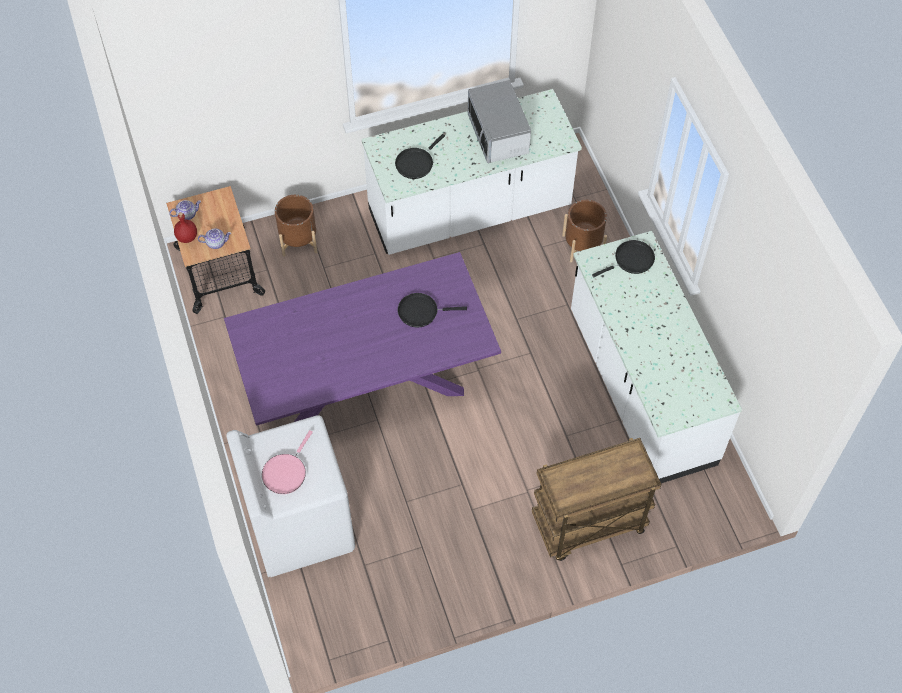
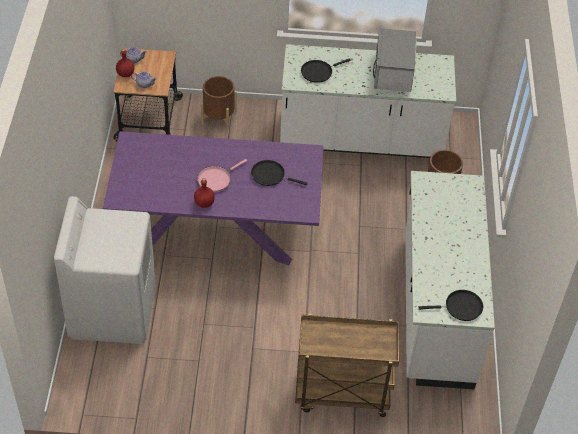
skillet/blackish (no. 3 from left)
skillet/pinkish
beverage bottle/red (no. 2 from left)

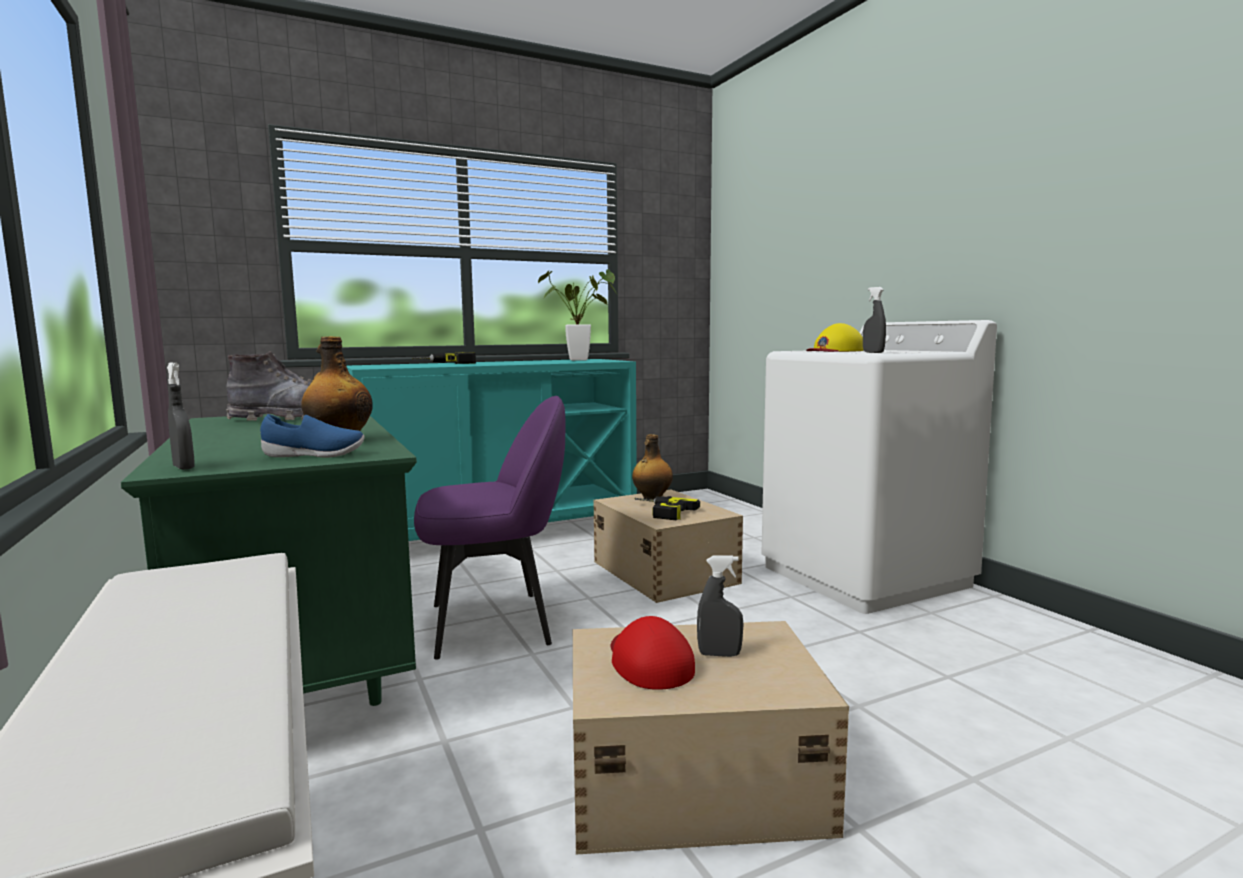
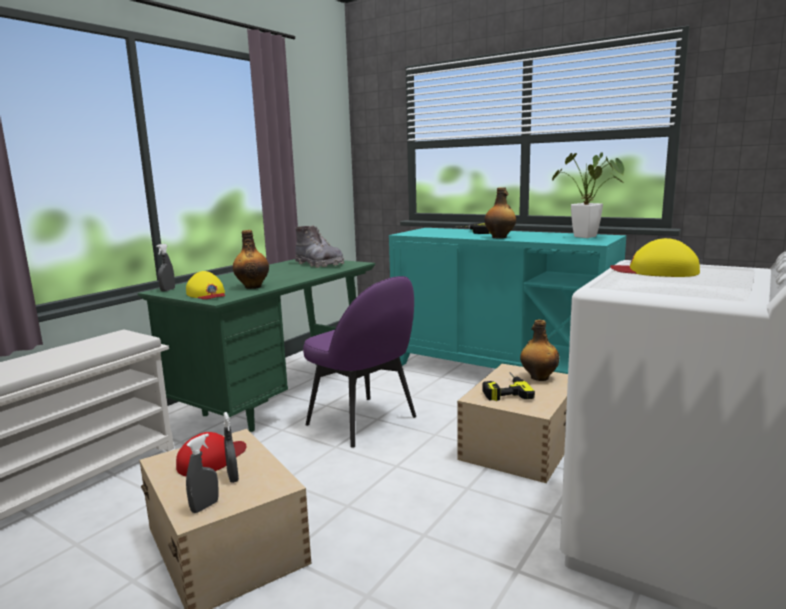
spray bottle/greyish (no. 2 from left)
peaked cap/yellowish (no. 1 from left)
beverage bottle (no. 2 from left)

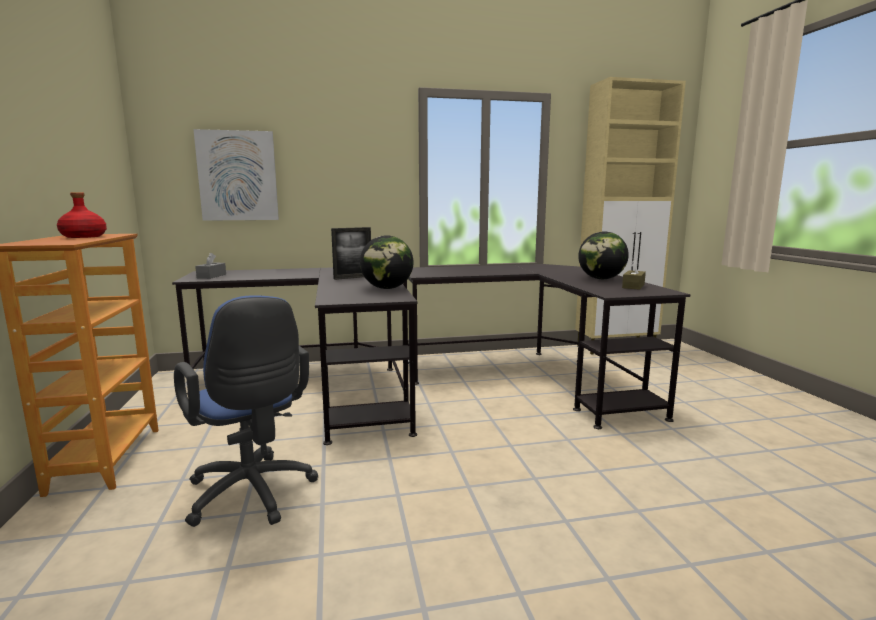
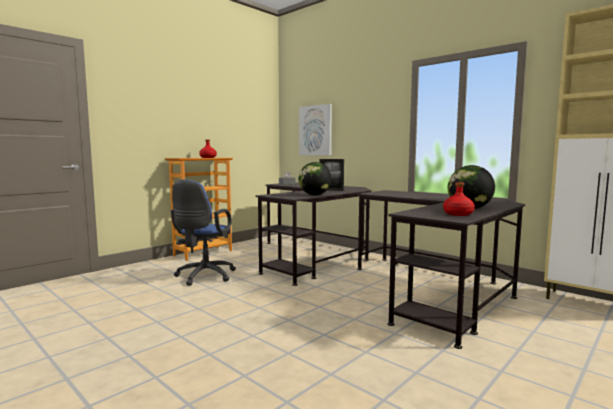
beverage bottle/red (no. 2 from left)

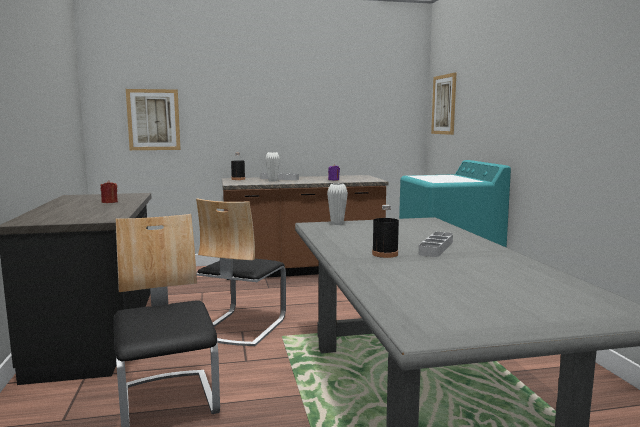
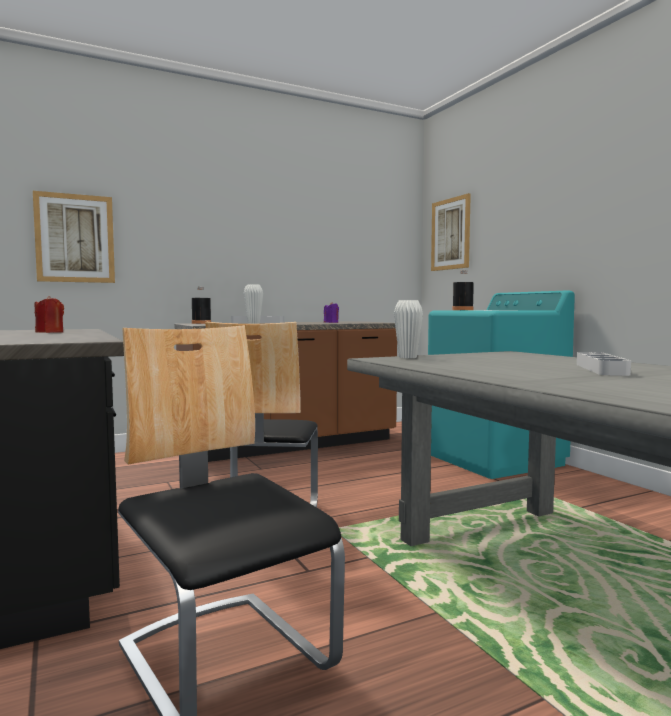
beverage bottle/blackish (no. 2 from left)

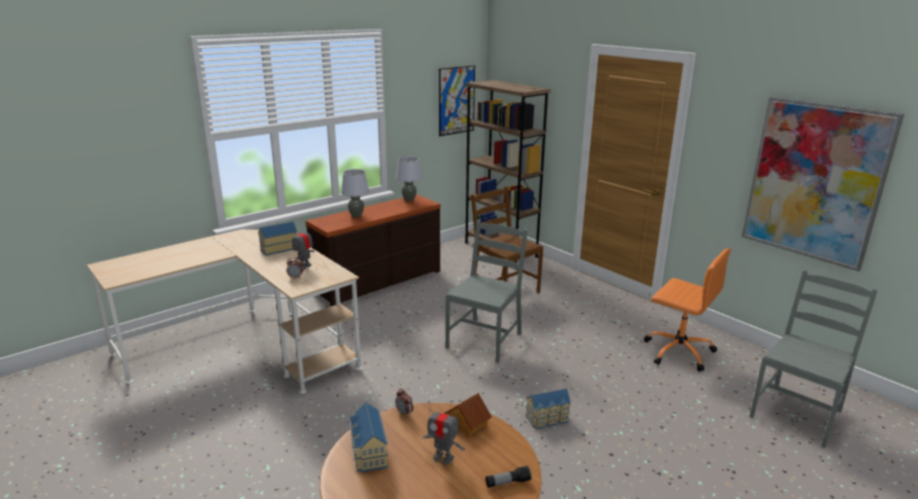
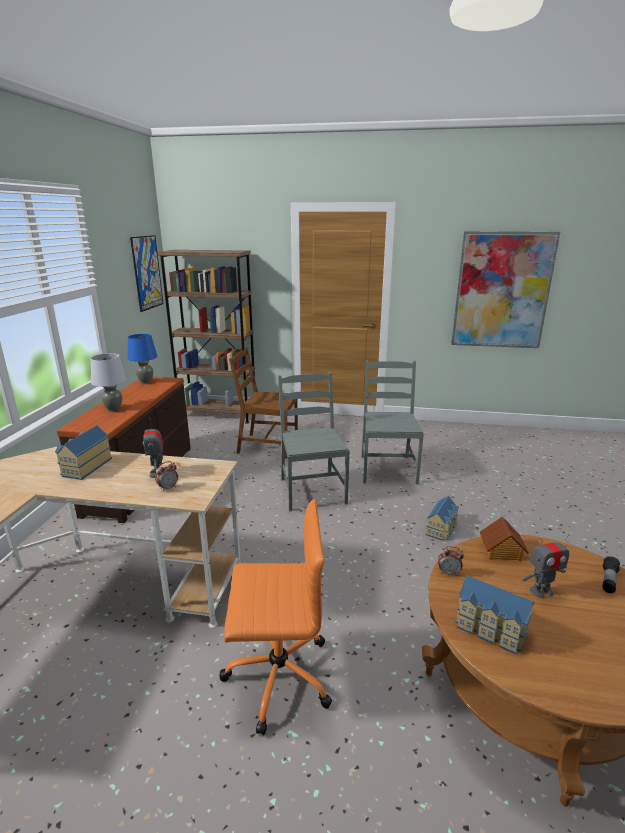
lamp for a table/blue-coloured
desk chair/orange
chair/greyish (no. 2 from left)

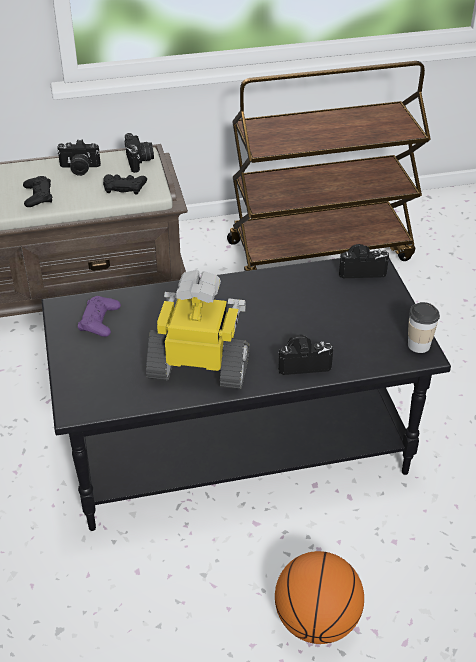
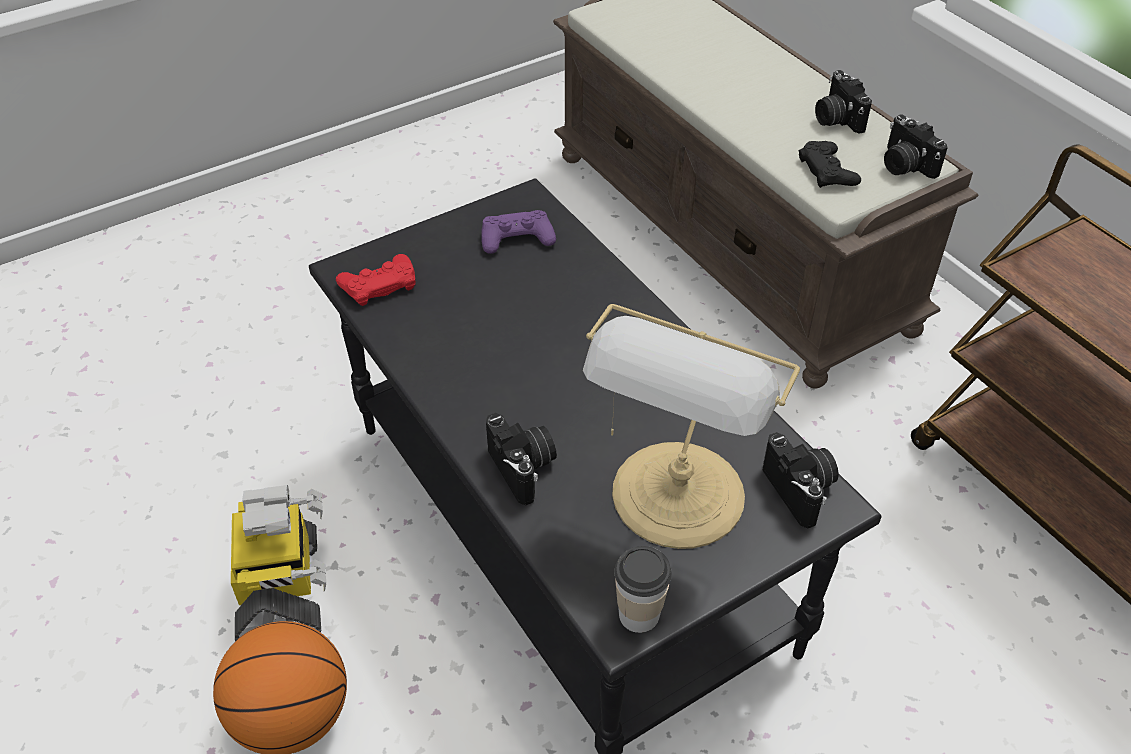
photo camera (no. 4 from left)
joypad/blackish (no. 1 from left in the first image)
robot figure
joypad/red
lamp for a table

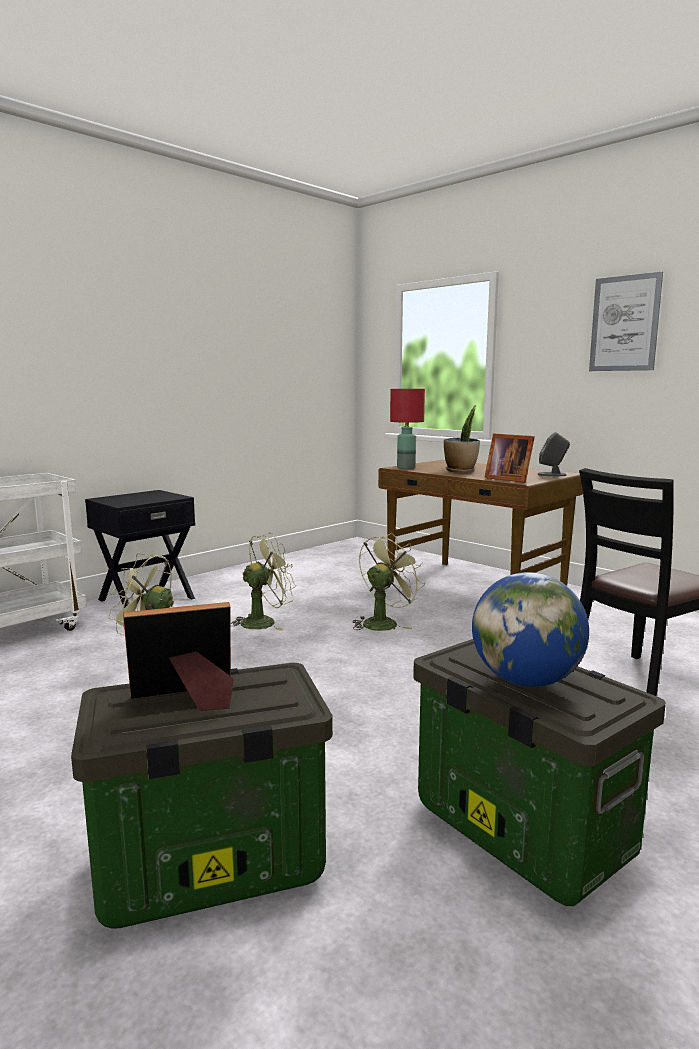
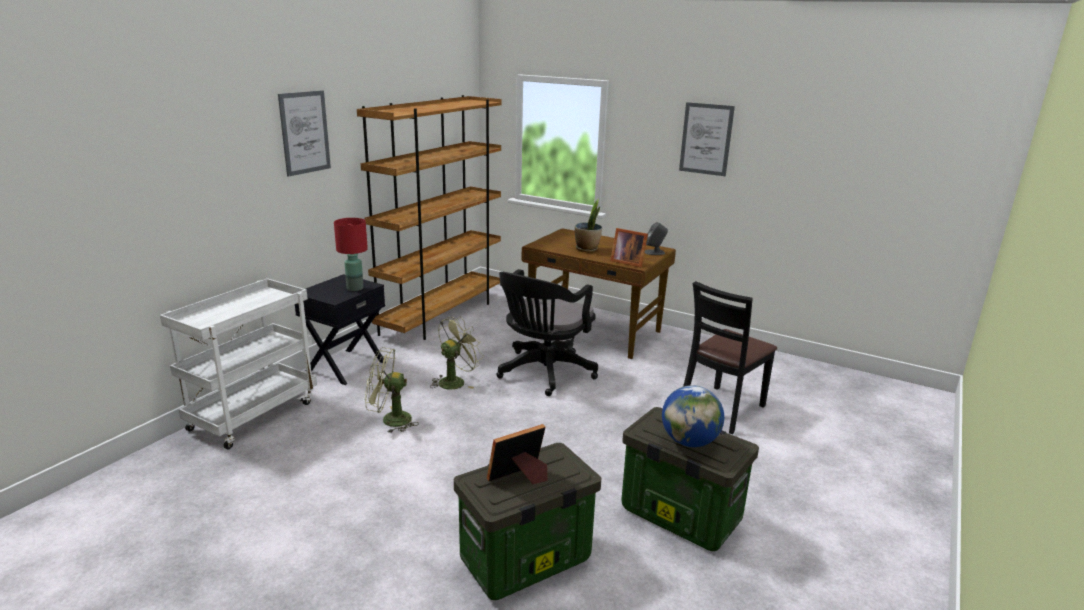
lamp for a table/red
desk chair/blackish
picture (no. 1 from left)
shelving unit/brownish

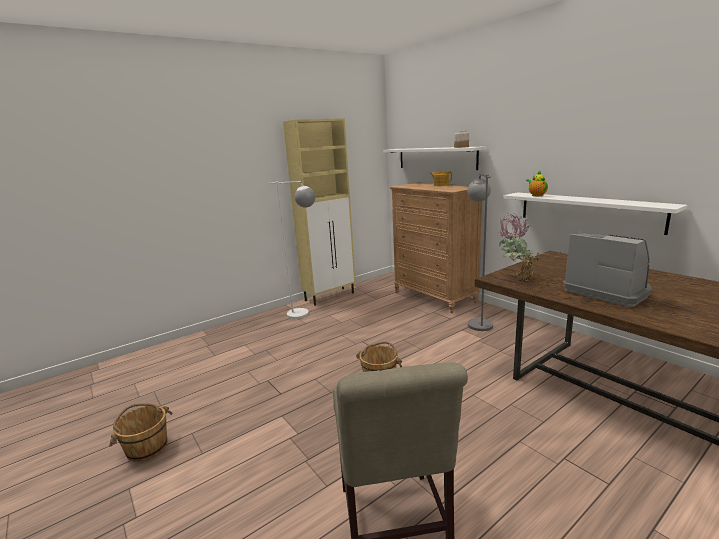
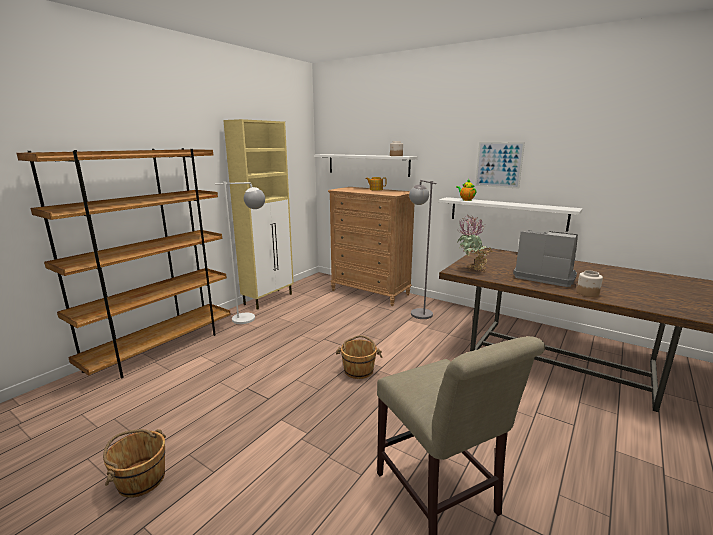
picture
shelving unit/brownish
storage jar (no. 2 from left)

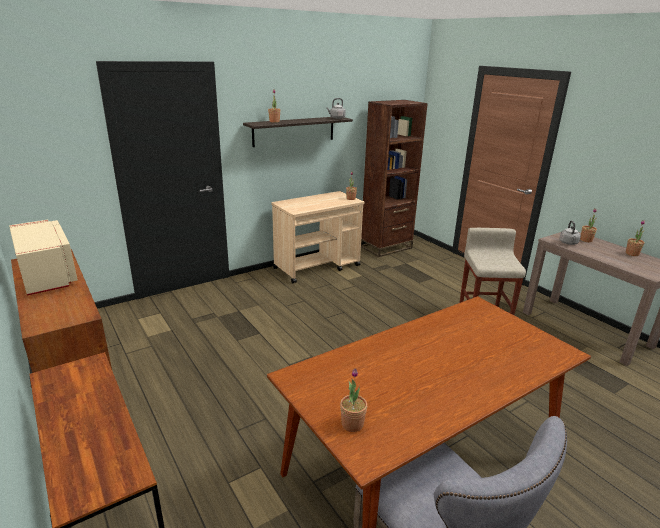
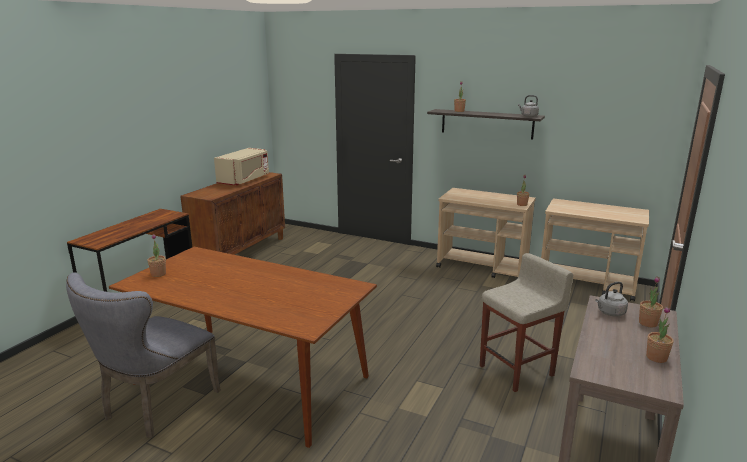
wheeled cart/beige (no. 2 from left)

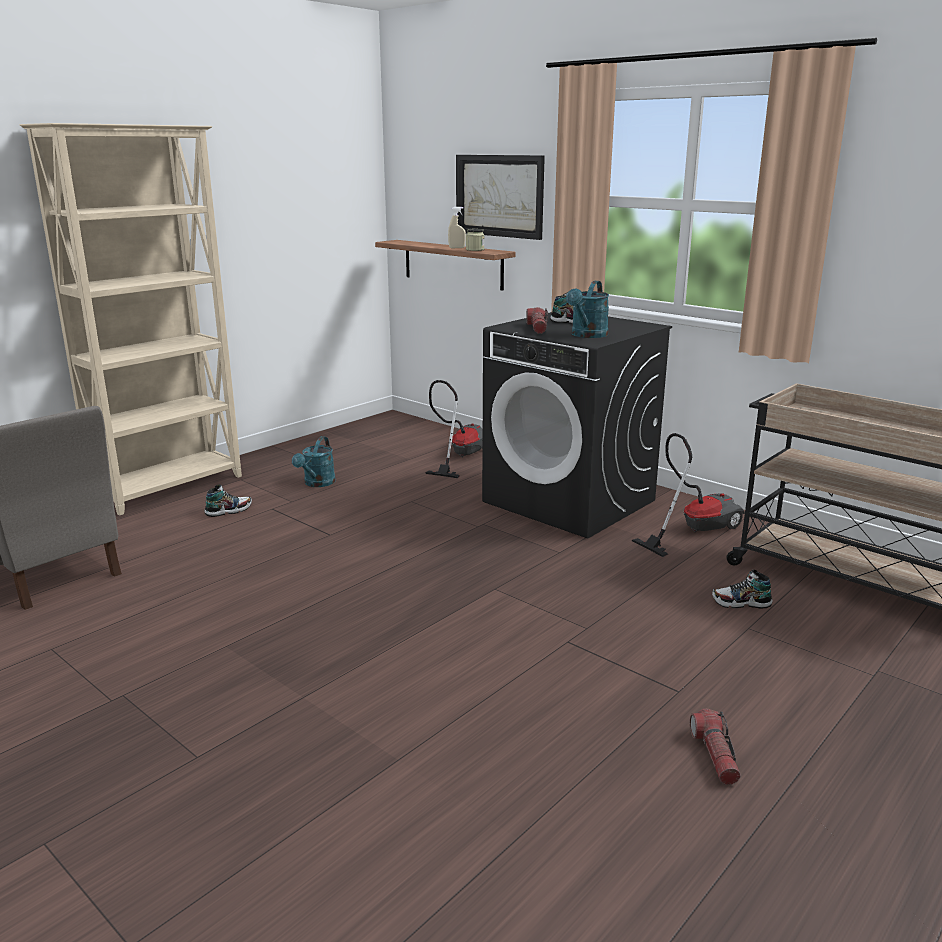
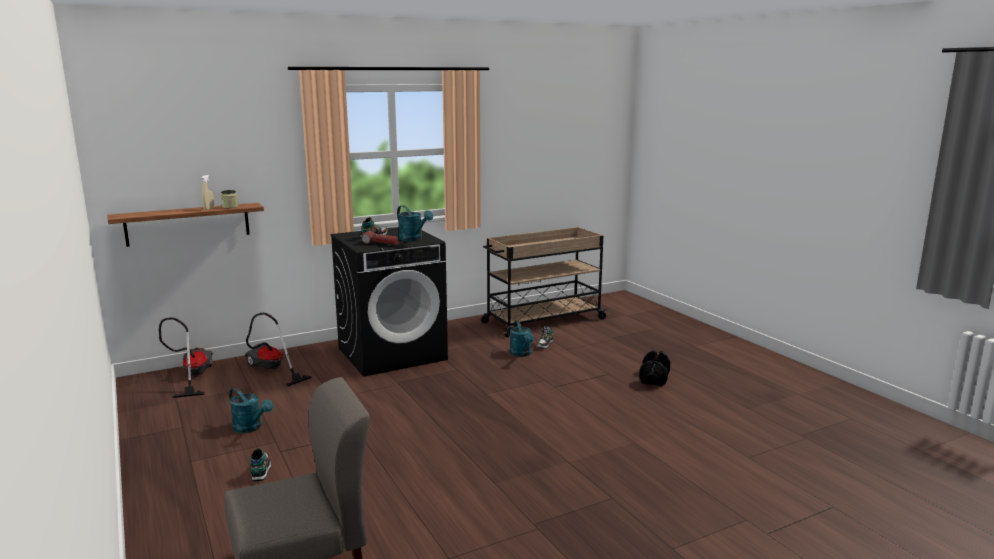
shelving unit/beige
picture
vacuum (no. 1 from left)
dumbbell/blackish
watering pot/blue-green (no. 3 from left)

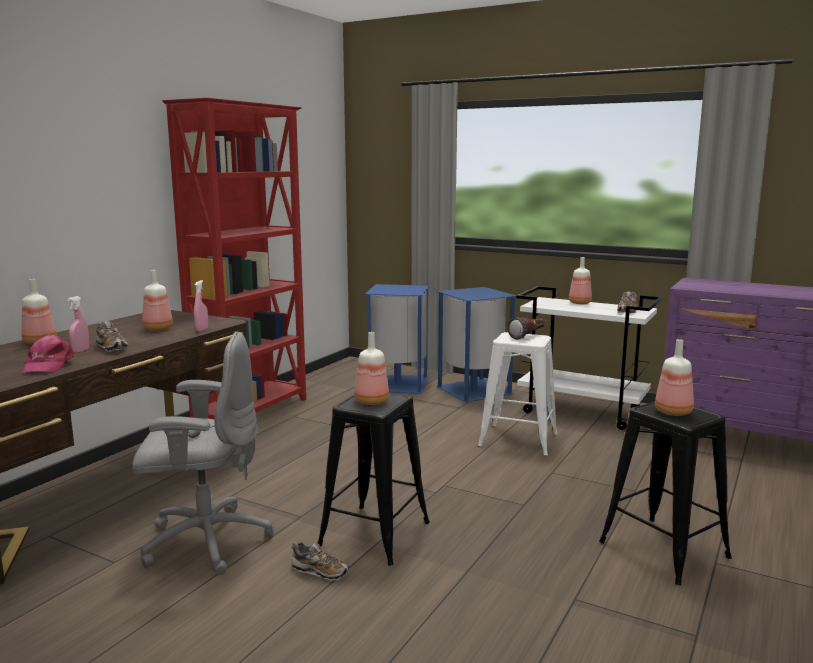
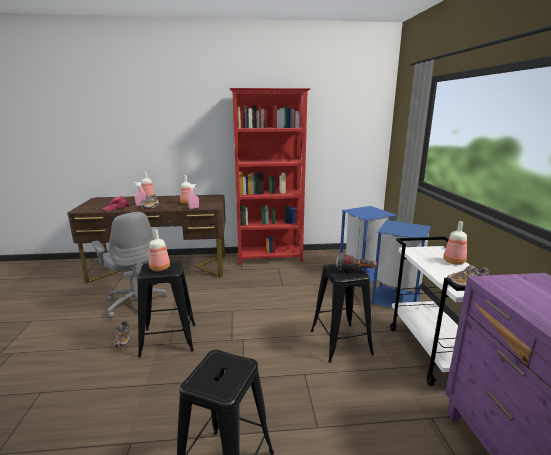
stool/blackish (no. 3 from left)
beverage bottle (no. 5 from left in the first image)

